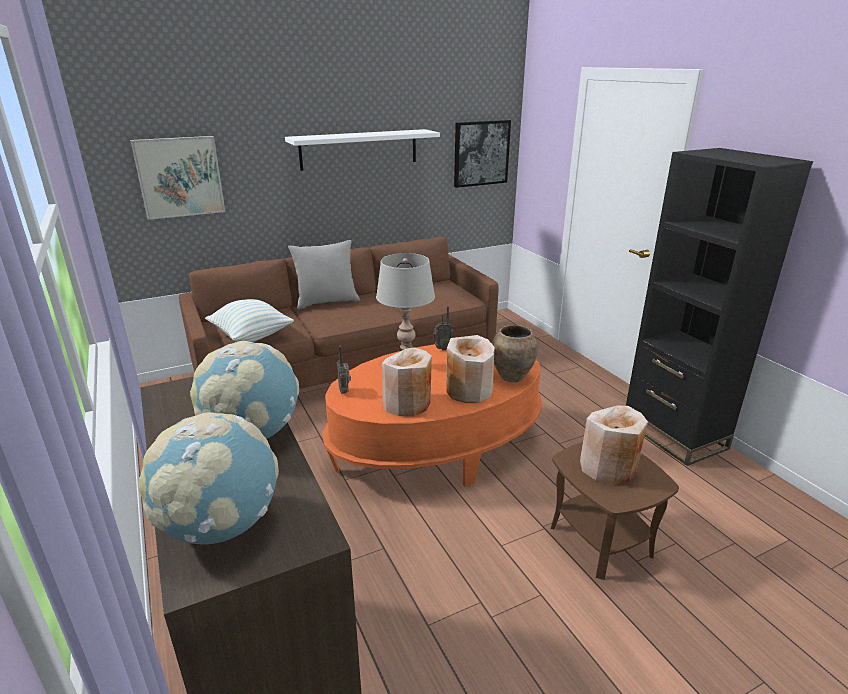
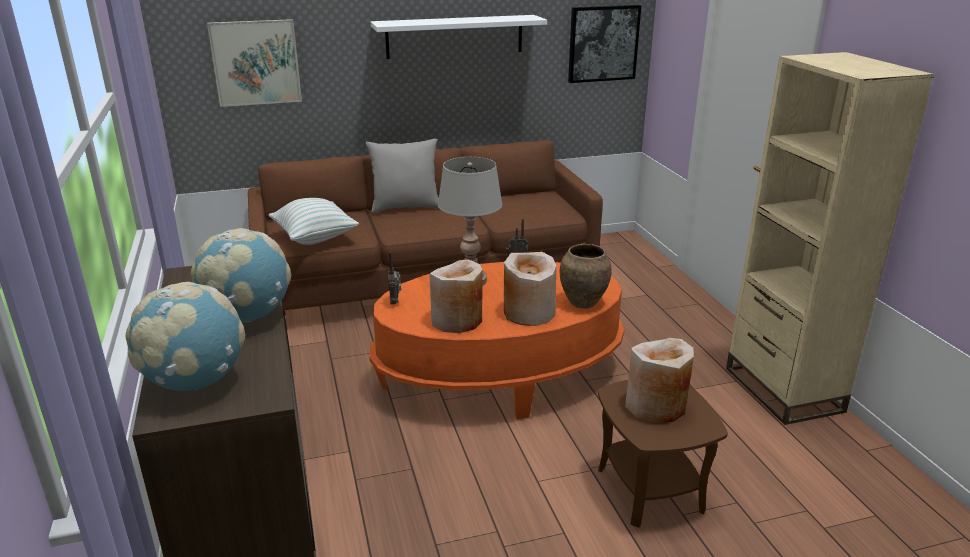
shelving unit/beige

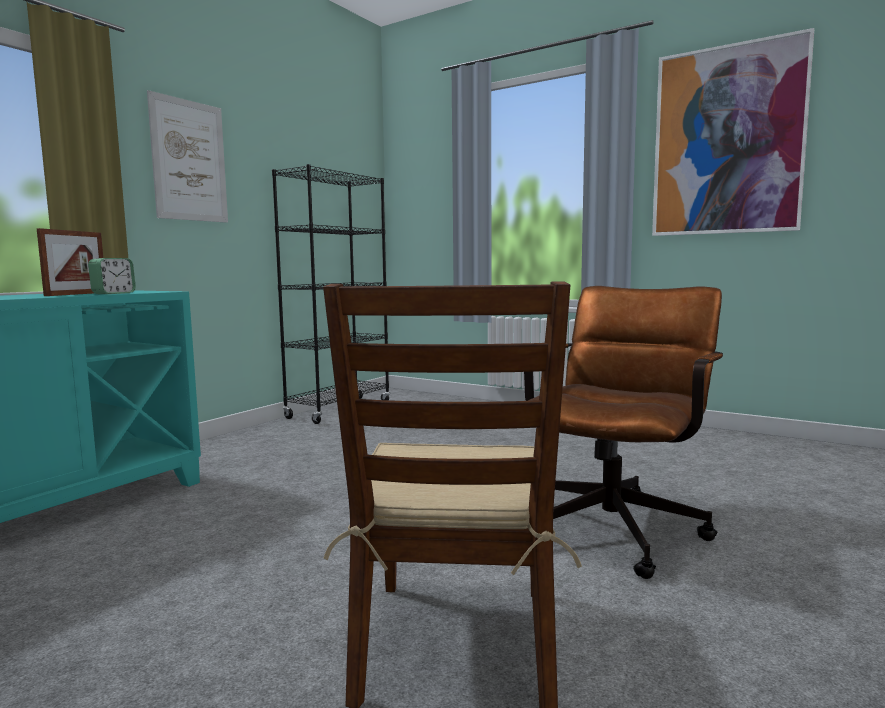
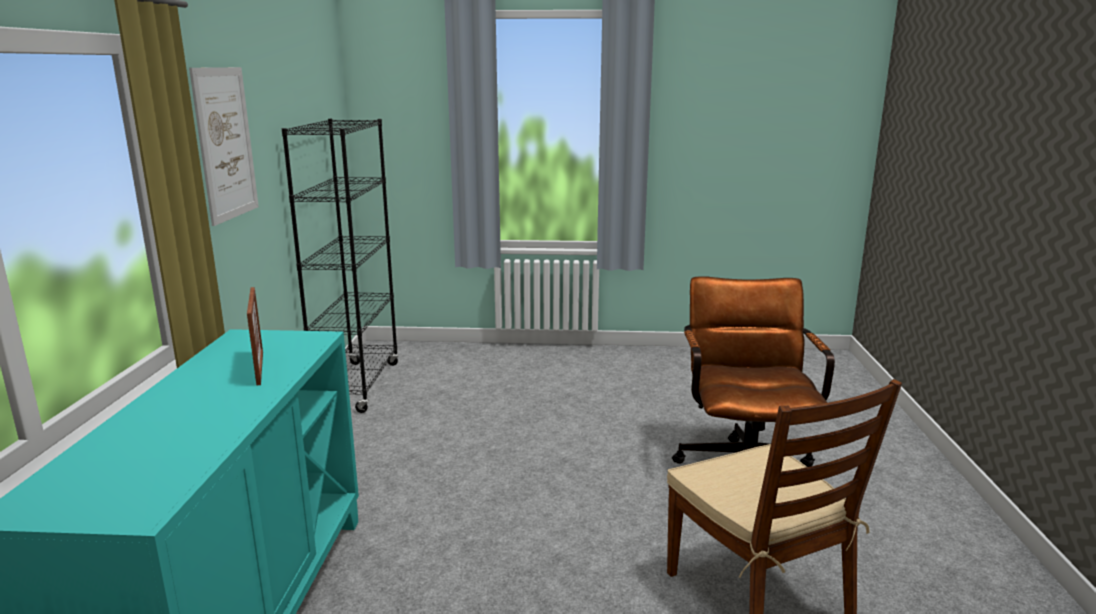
picture (no. 2 from left in the first image)
alarm clock

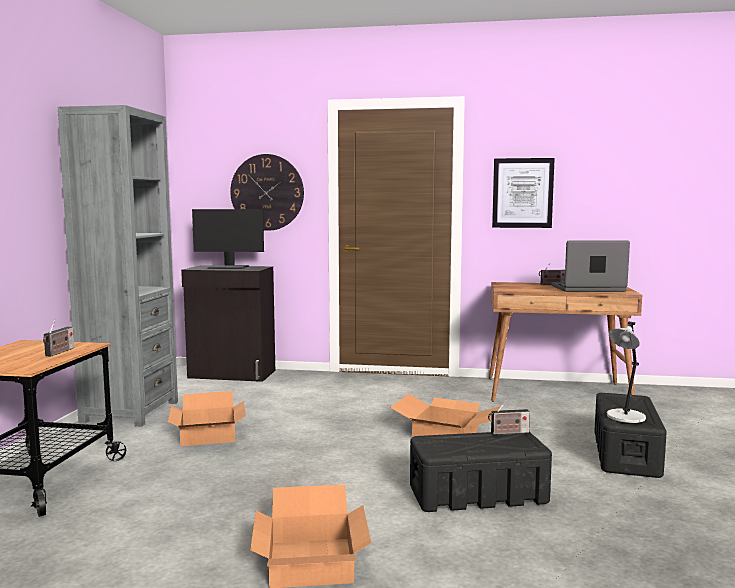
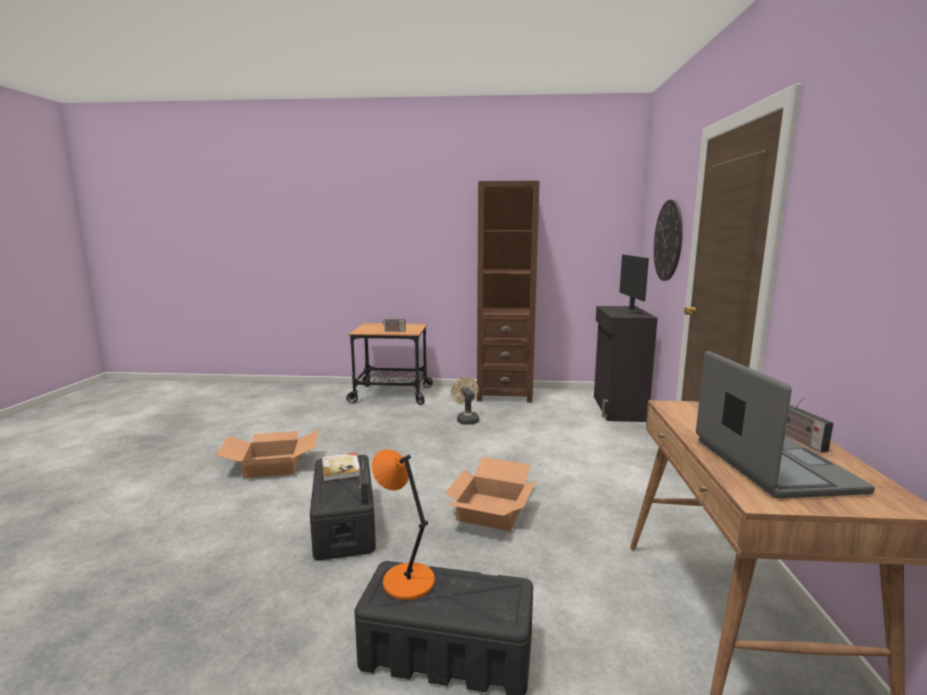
shelving unit/brownish
picture
lamp for a table/orange
cooling fan/beige
volume

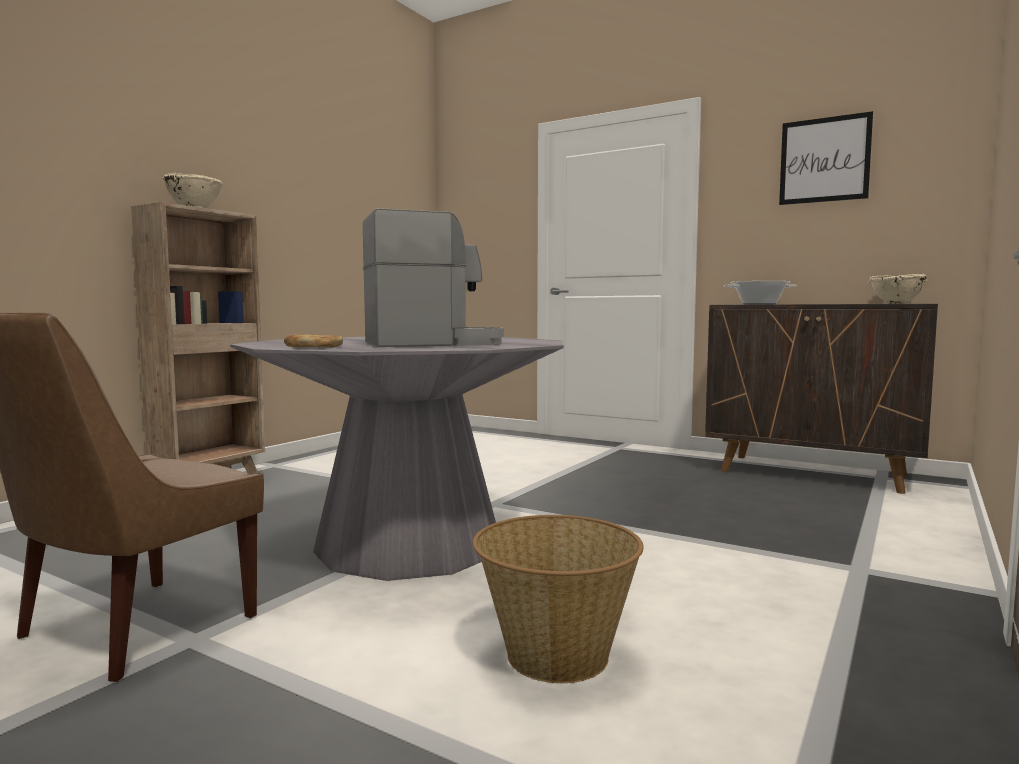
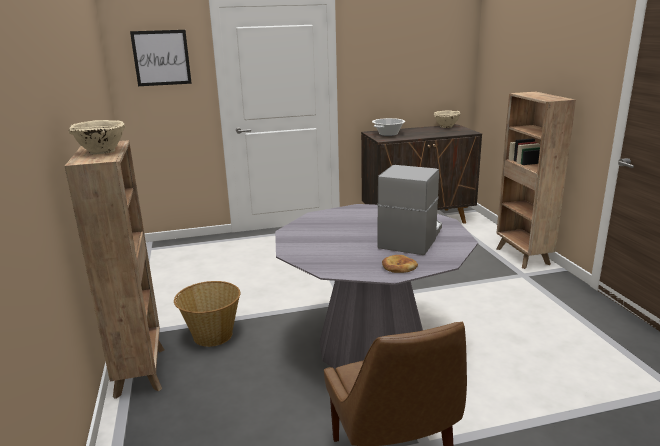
picture
basket
shelving unit/brownish (no. 2 from left)

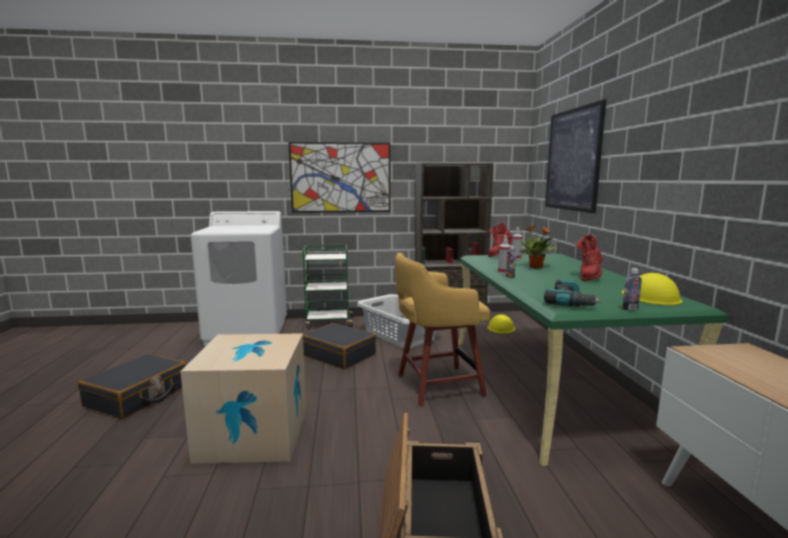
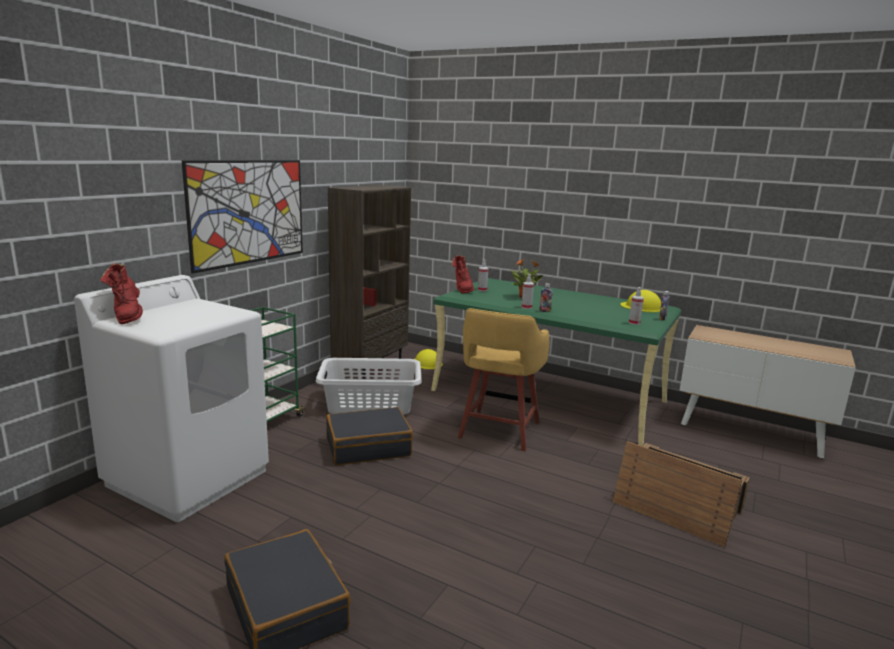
picture (no. 2 from left in the first image)
tall boot/red (no. 1 from left)
spray bottle (no. 3 from left)
packing box

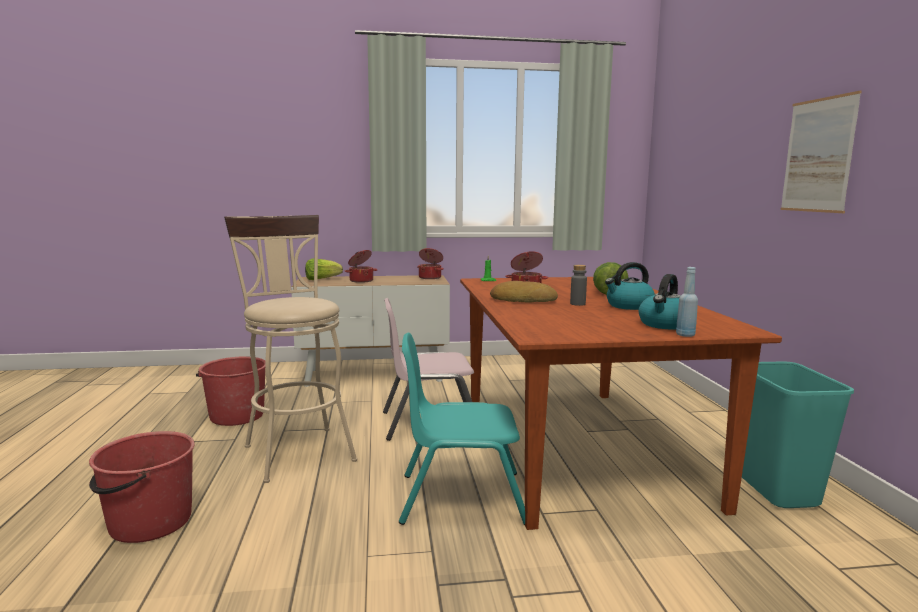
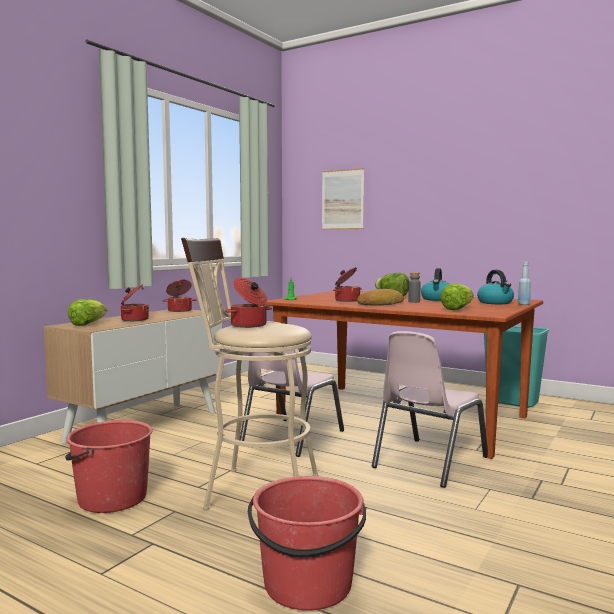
picture
chair/pinkish (no. 2 from left)
stockpot (no. 3 from left)
head of lettuce (no. 3 from left)

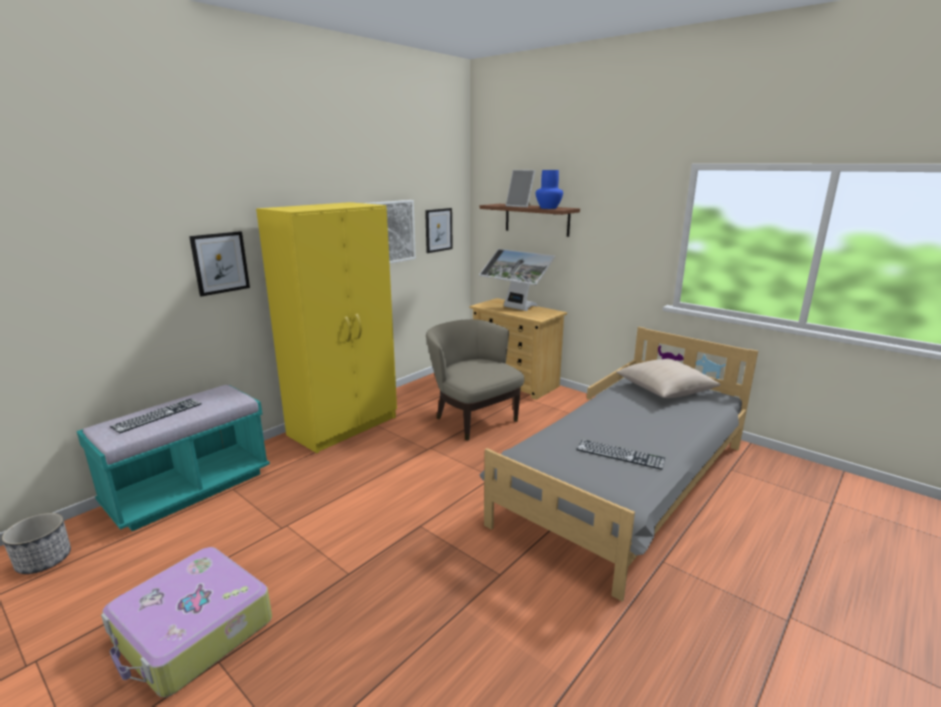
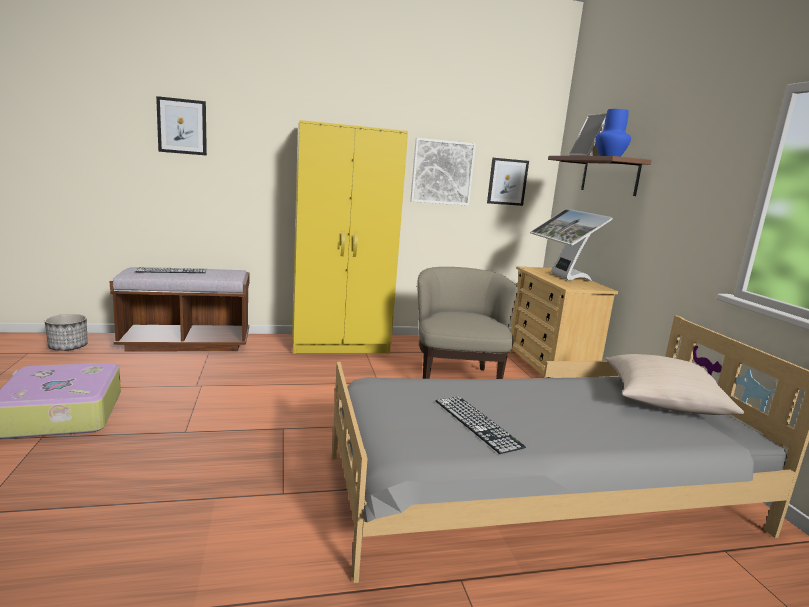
picture (no. 1 from left)
bench/brownish

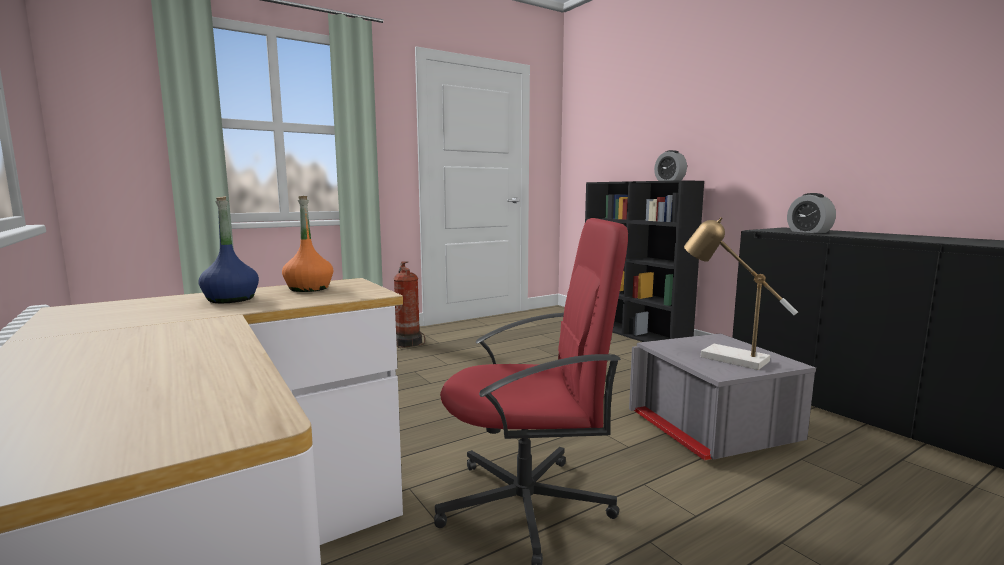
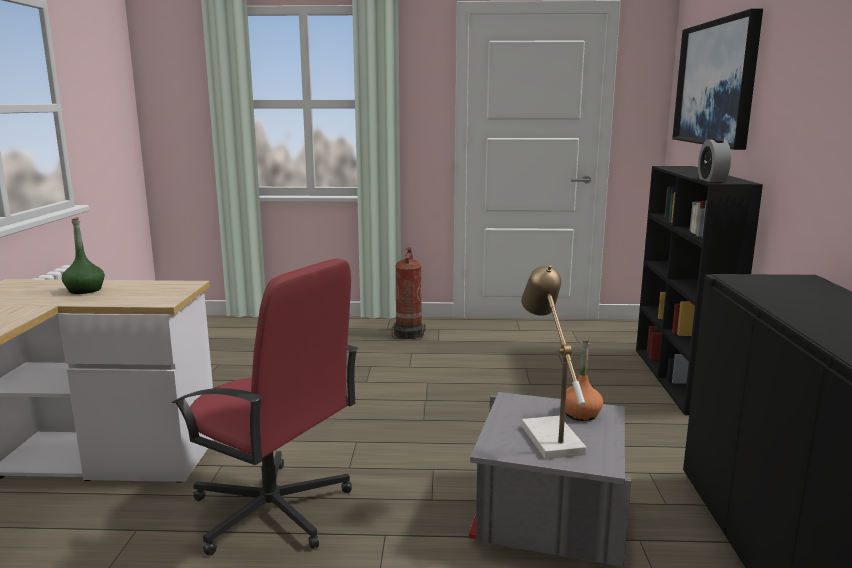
alarm clock (no. 2 from left in the first image)
beverage bottle/green
beverage bottle/orange
picture

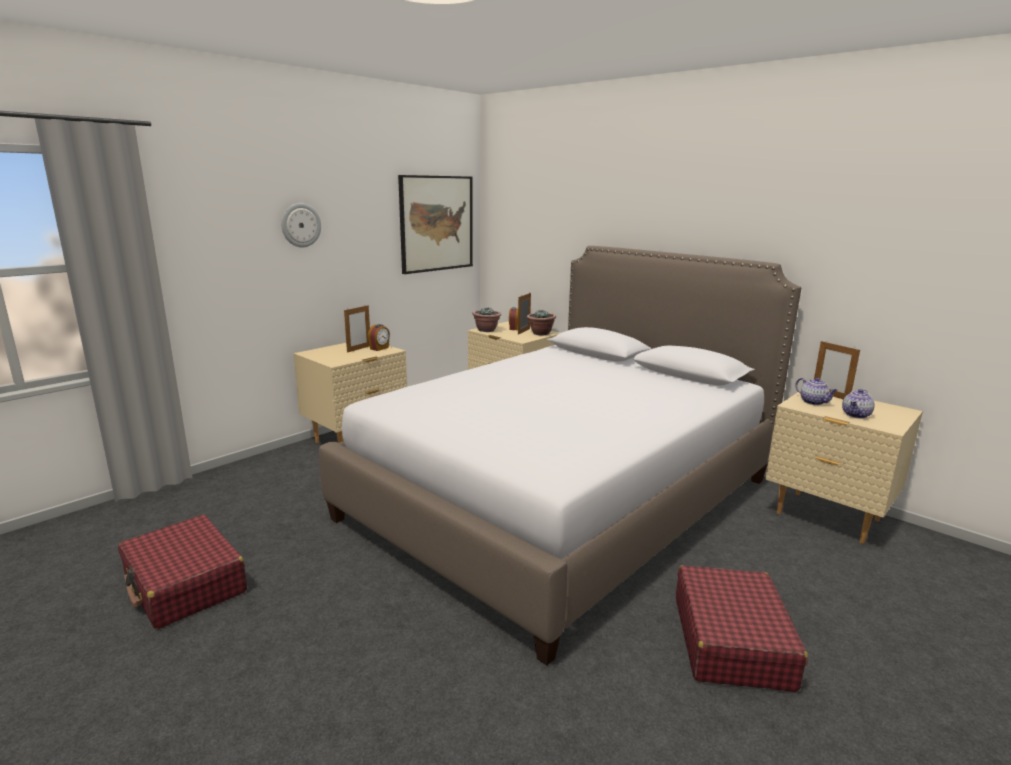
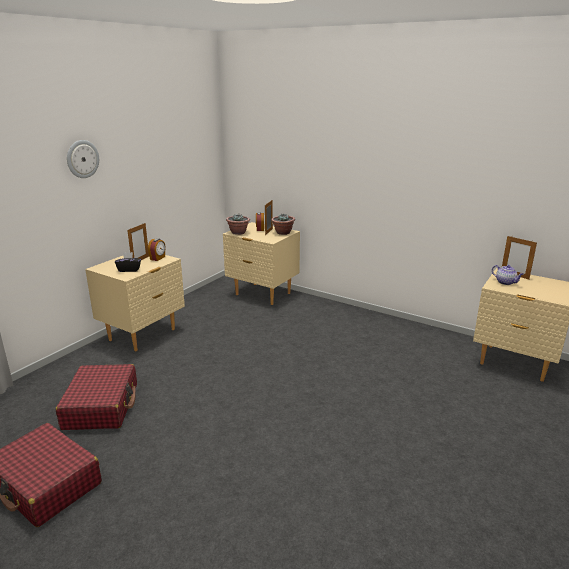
picture
bed
tea pot (no. 2 from left in the first image)
travel case/red (no. 2 from left)
tissue box/blackish

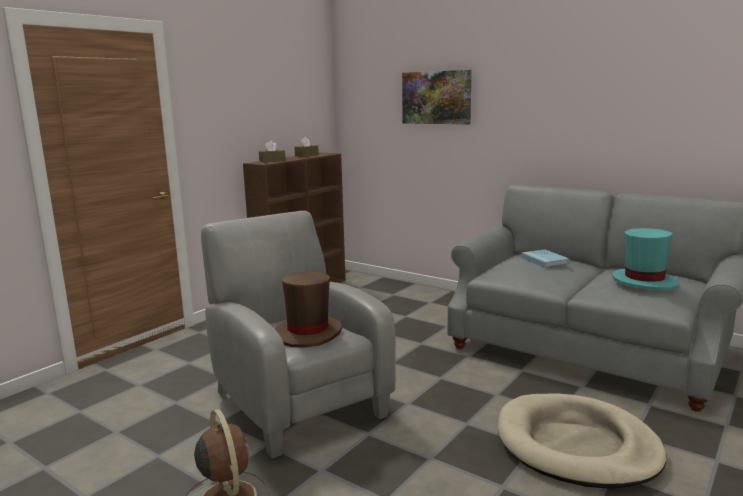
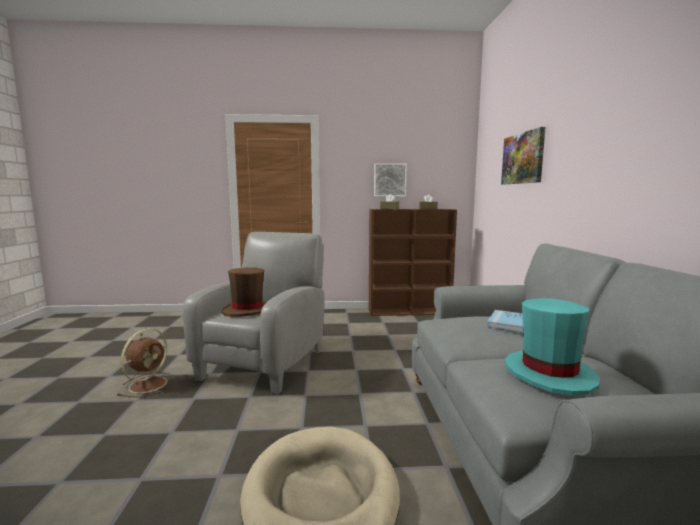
picture (no. 1 from left)

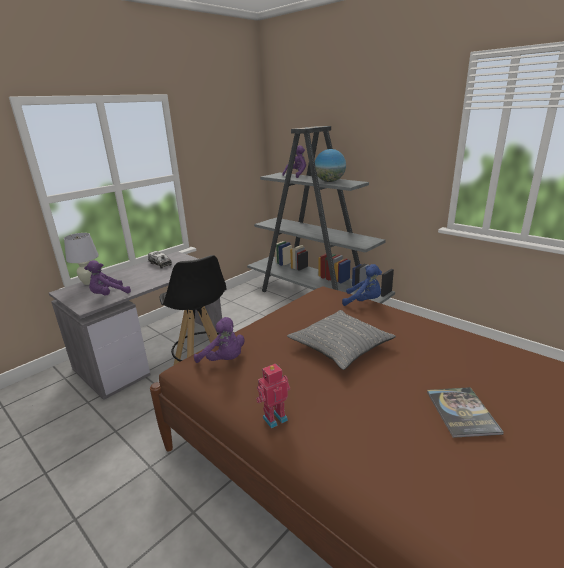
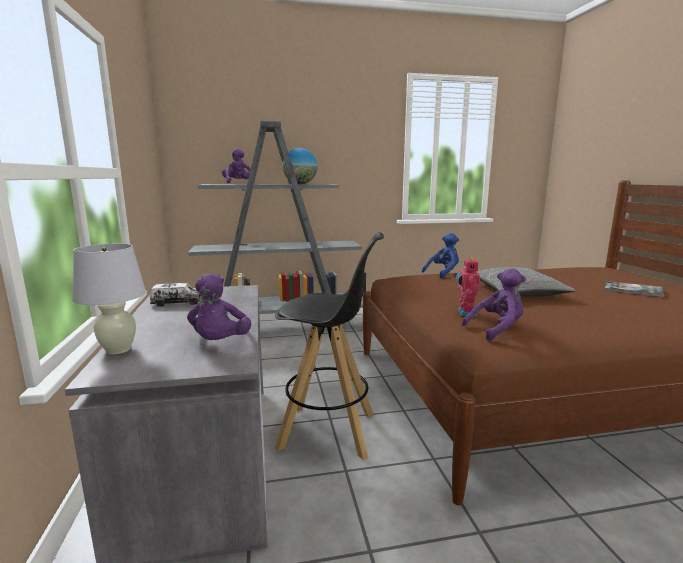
robot figure

